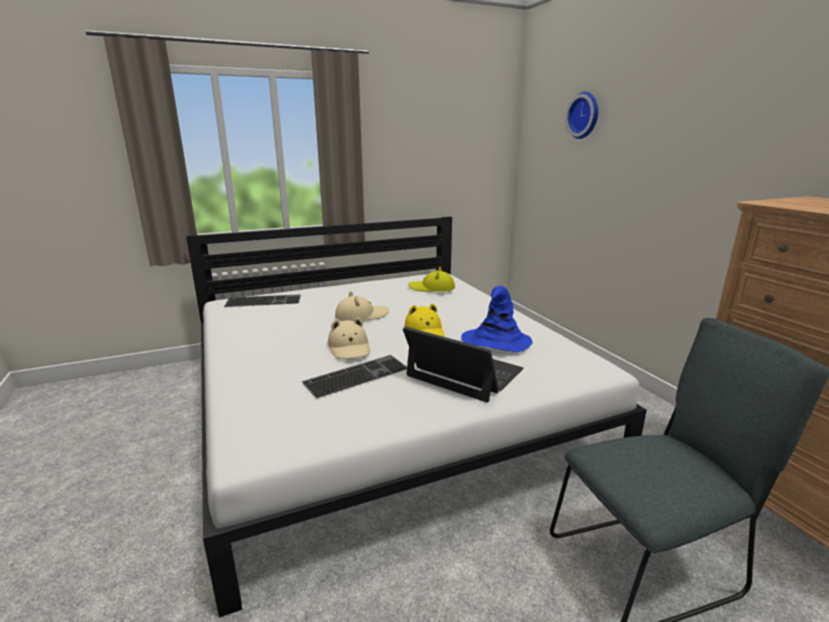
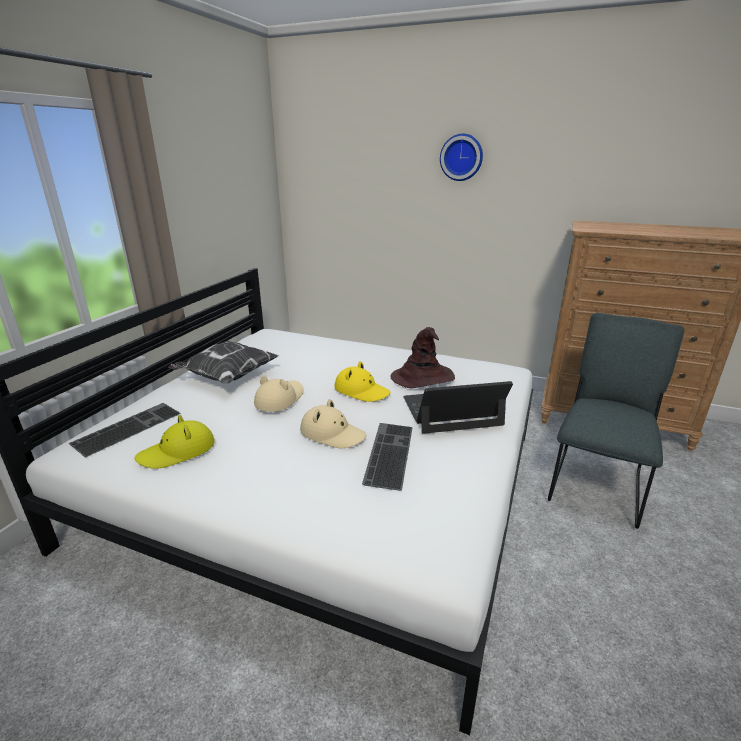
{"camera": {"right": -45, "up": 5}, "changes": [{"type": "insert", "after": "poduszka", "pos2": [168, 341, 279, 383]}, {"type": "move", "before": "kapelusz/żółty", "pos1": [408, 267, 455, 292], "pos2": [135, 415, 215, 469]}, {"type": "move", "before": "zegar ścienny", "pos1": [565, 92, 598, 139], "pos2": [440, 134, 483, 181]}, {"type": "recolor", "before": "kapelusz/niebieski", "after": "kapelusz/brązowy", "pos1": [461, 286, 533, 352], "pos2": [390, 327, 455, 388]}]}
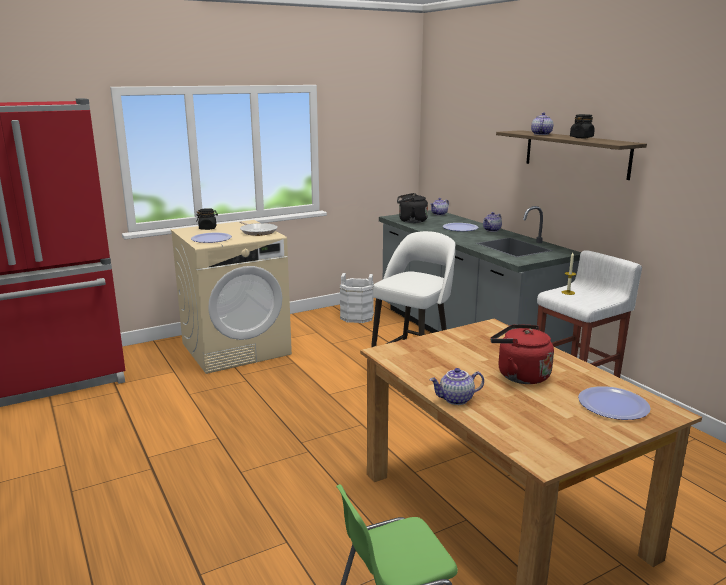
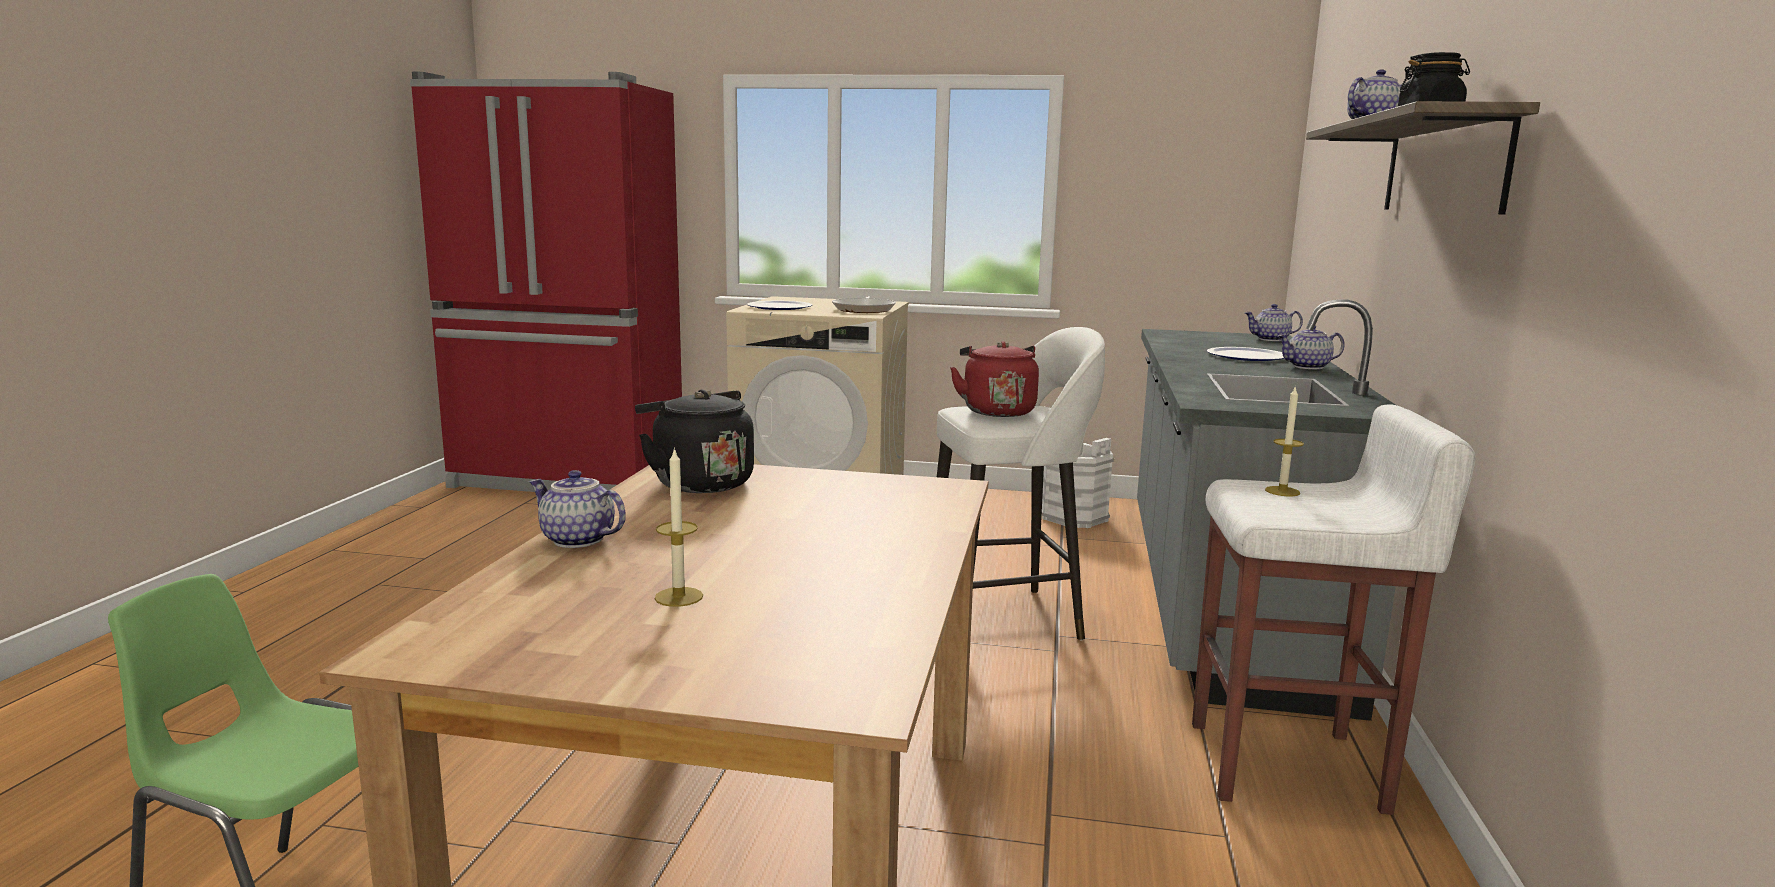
{"camera": {"right": 40, "up": -5}, "changes": [{"type": "delete", "before": "słoik/czarny", "pos1": [196, 208, 218, 230]}, {"type": "delete", "before": "talerz", "pos1": [578, 386, 651, 420]}, {"type": "insert", "after": "świeca", "pos2": [655, 447, 703, 607]}, {"type": "move", "before": "czajnik/czarny", "pos1": [397, 193, 428, 223], "pos2": [635, 389, 754, 493]}, {"type": "move", "before": "czajnik/czerwony", "pos1": [490, 324, 554, 384], "pos2": [950, 341, 1039, 417]}]}
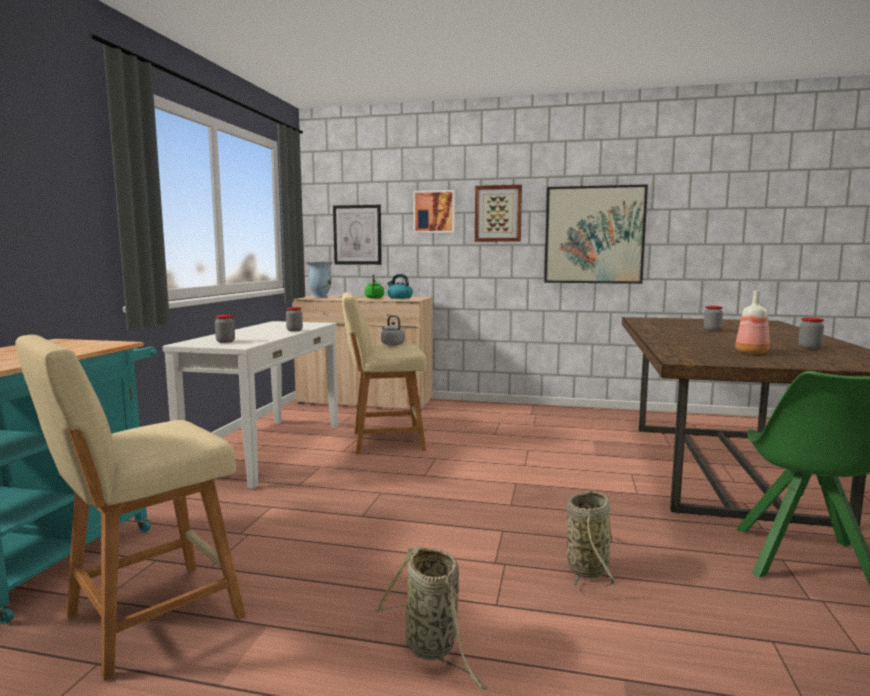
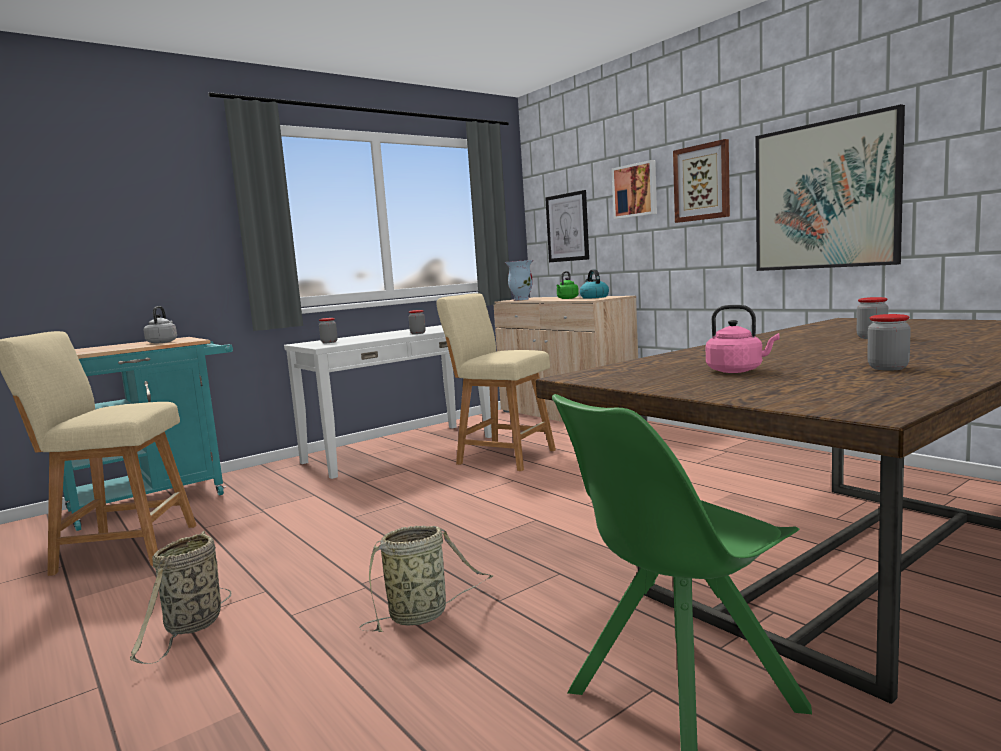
{"camera": {"right": 40, "up": 0}, "changes": [{"type": "move", "before": "czajnik/szary", "pos1": [381, 315, 405, 346], "pos2": [144, 306, 177, 344]}, {"type": "replace", "before": "butelka", "after": "czajnik/różowy", "pos1": [735, 290, 770, 354], "pos2": [706, 305, 780, 373]}]}
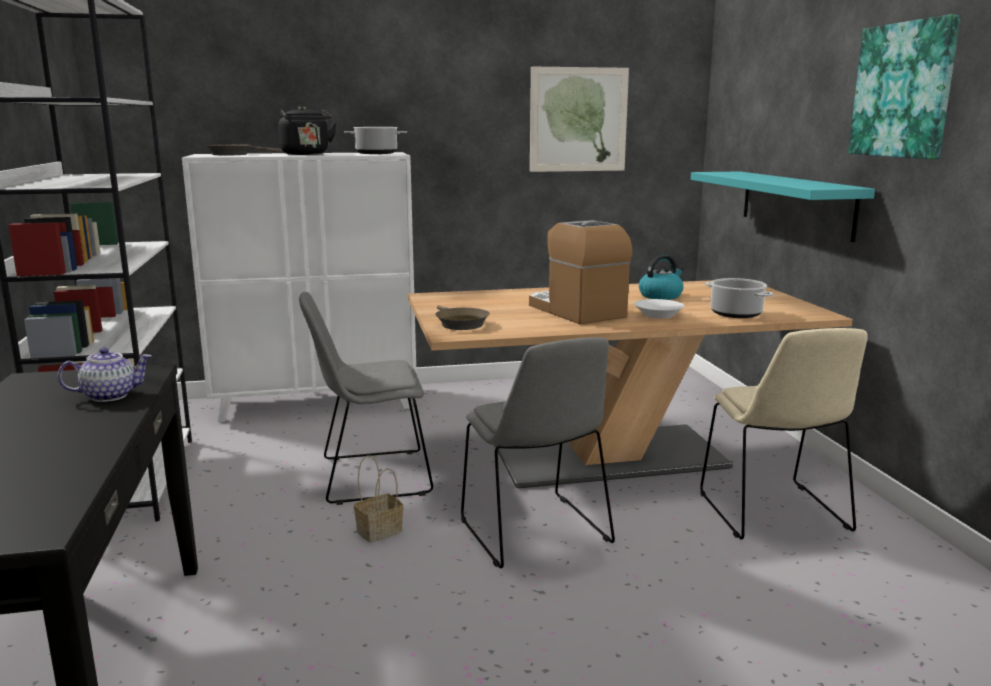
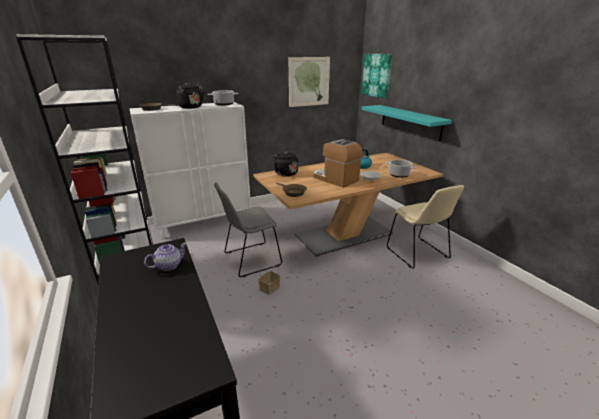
{"camera": {"right": -15, "up": 10}, "changes": [{"type": "delete", "before": "krzesło/szary", "pos1": [461, 337, 615, 569]}, {"type": "insert", "after": "czajnik/czarny", "pos2": [270, 151, 298, 176]}, {"type": "move", "before": "obraz", "pos1": [848, 14, 961, 159], "pos2": [361, 54, 392, 98]}]}
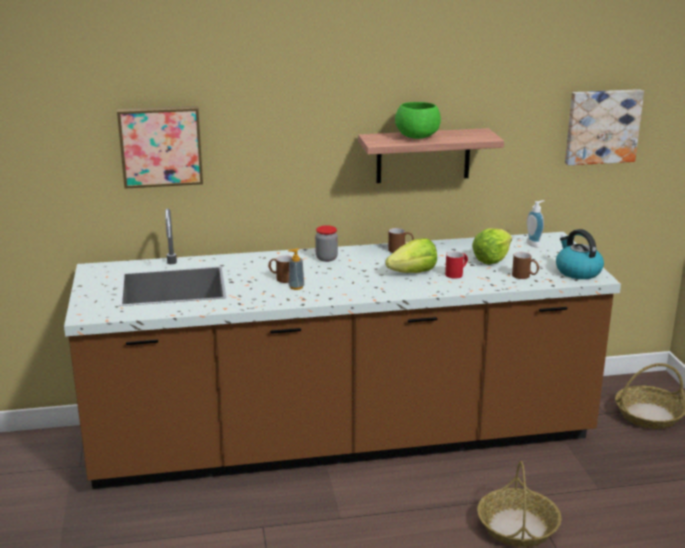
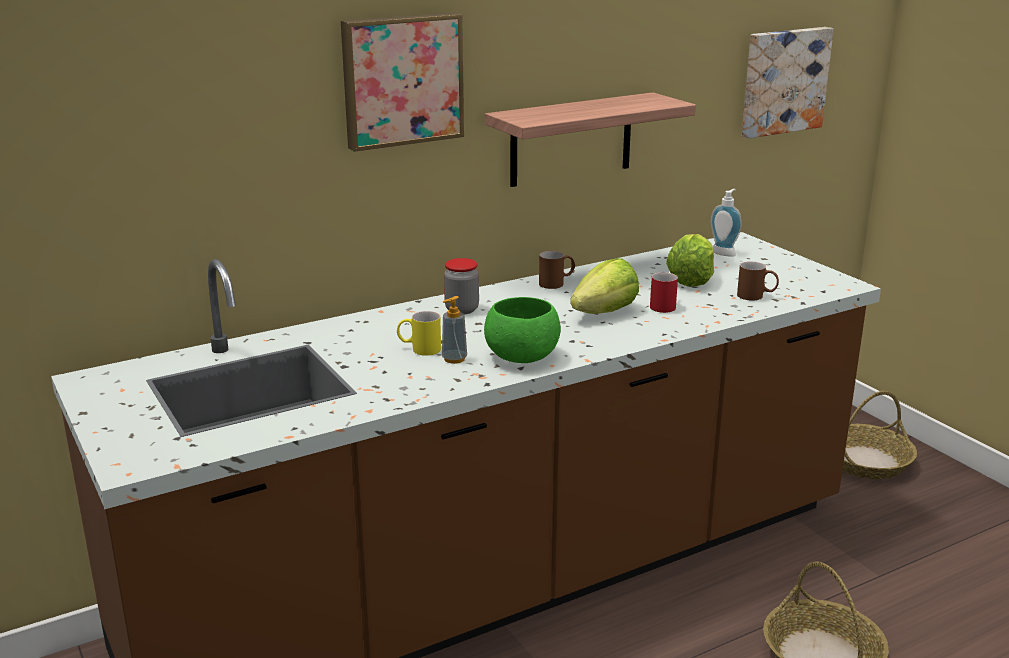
{"camera": {"right": -20, "up": 0}, "changes": [{"type": "delete", "before": "czajnik", "pos1": [556, 229, 604, 279]}, {"type": "move", "before": "obraz", "pos1": [117, 106, 203, 189], "pos2": [341, 12, 464, 152]}, {"type": "move", "before": "miska/zielony", "pos1": [395, 102, 441, 139], "pos2": [484, 297, 561, 363]}, {"type": "recolor", "before": "kubek/brązowy", "after": "kubek/żółty", "pos1": [268, 255, 292, 283], "pos2": [397, 311, 441, 356]}]}
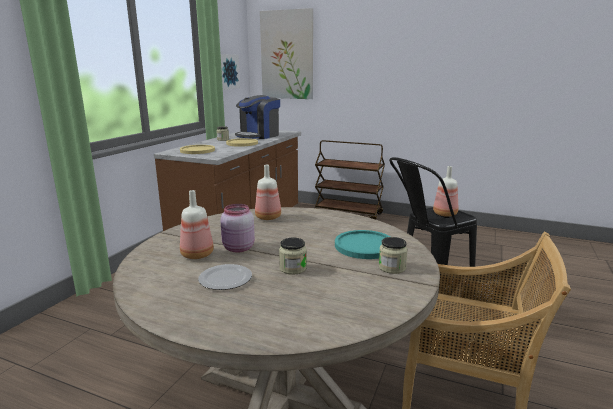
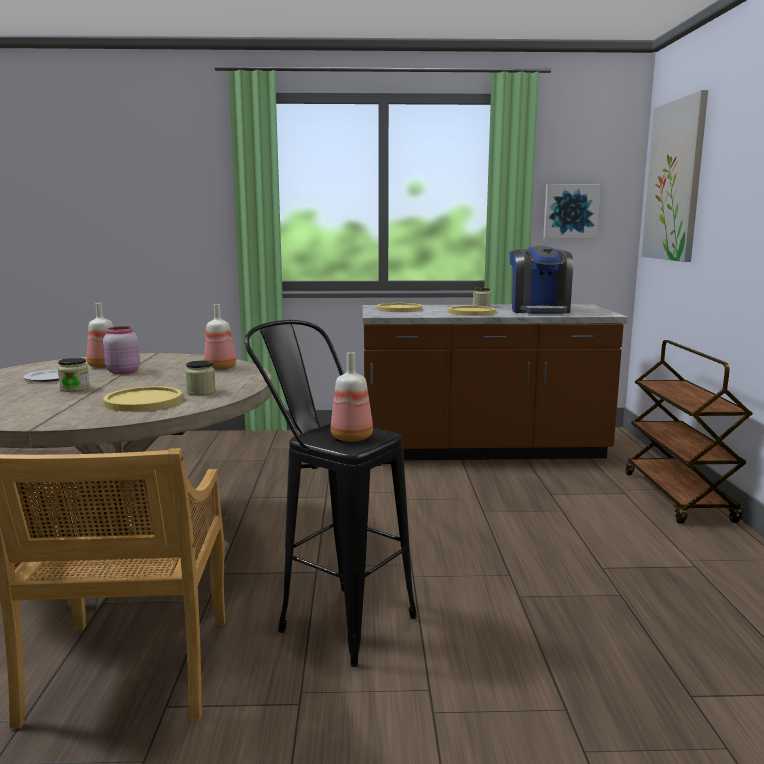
{"camera": {"right": 65, "up": -5}, "changes": [{"type": "move", "before": "słoik", "pos1": [379, 237, 408, 274], "pos2": [185, 360, 216, 395]}, {"type": "recolor", "before": "talerz/turkusowy", "after": "talerz/żółty", "pos1": [335, 230, 391, 259], "pos2": [103, 386, 182, 412]}, {"type": "rotate", "before": "ekspres do kawy", "pos1": [235, 95, 280, 139], "pos2": [510, 246, 573, 314], "turn": -105}]}
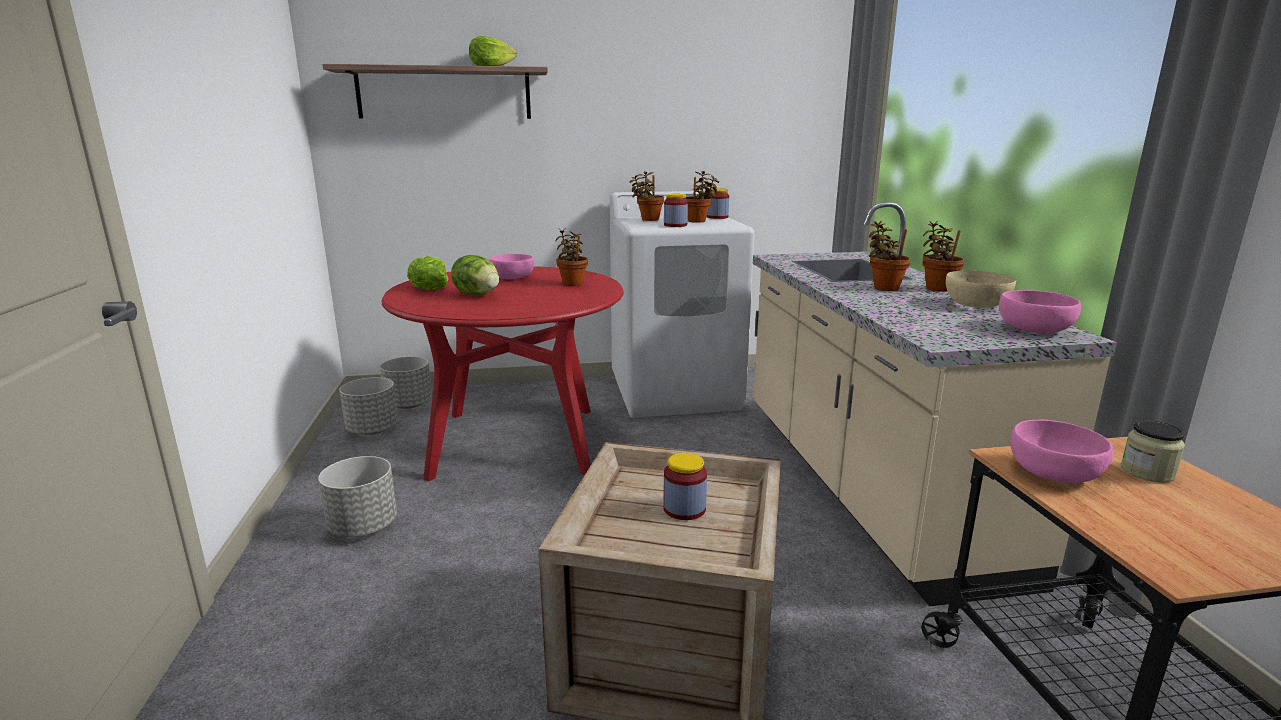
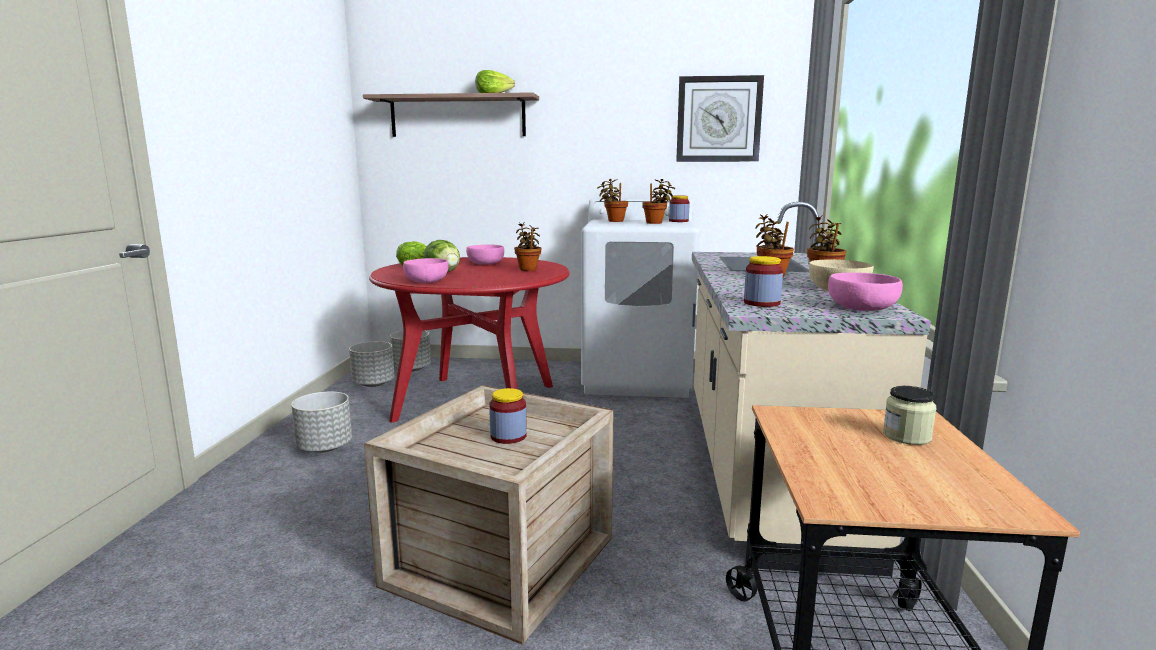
{"camera": {"right": 15, "up": -5}, "changes": [{"type": "insert", "after": "zegar ścienny", "pos2": [676, 75, 764, 162]}, {"type": "move", "before": "słoik", "pos1": [664, 194, 688, 227], "pos2": [744, 256, 783, 307]}, {"type": "move", "before": "miska/różowy", "pos1": [1010, 420, 1114, 483], "pos2": [403, 258, 449, 283]}]}
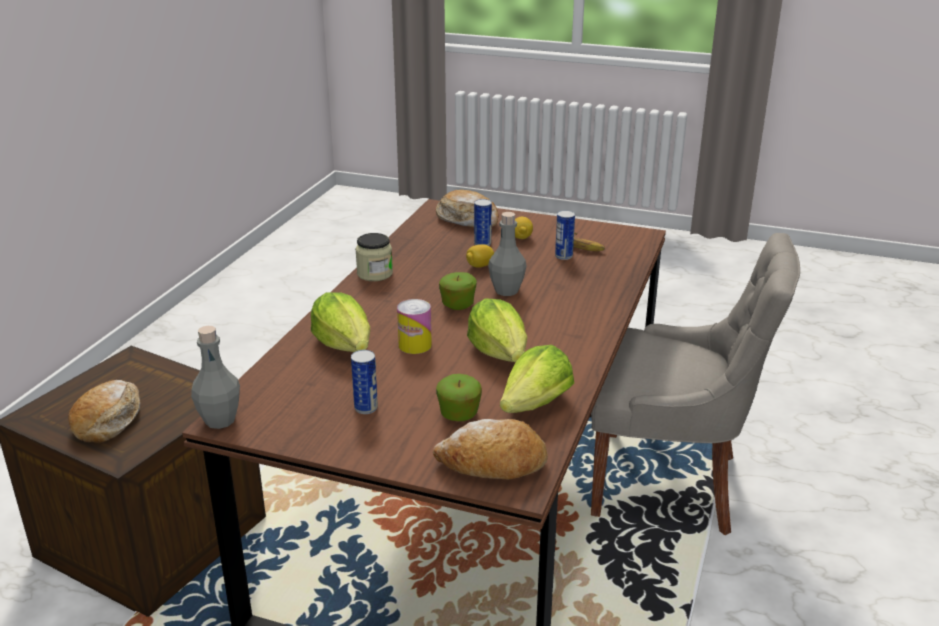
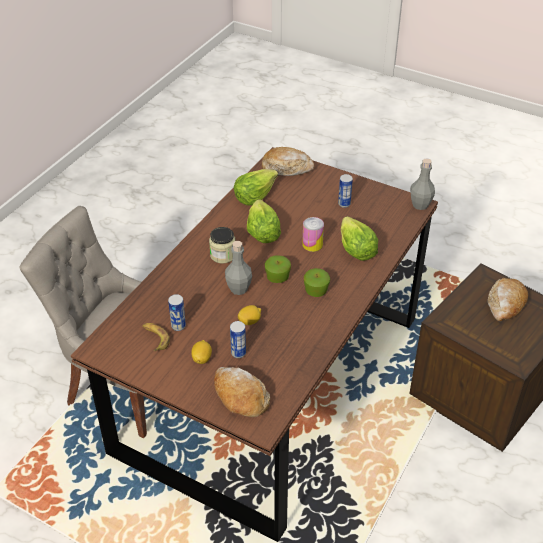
{"camera": {"right": -170, "up": 15}, "changes": [{"type": "move", "before": "słoik", "pos1": [355, 233, 393, 281], "pos2": [209, 227, 235, 264]}, {"type": "move", "before": "jabłko", "pos1": [436, 374, 482, 421], "pos2": [304, 268, 330, 297]}]}
